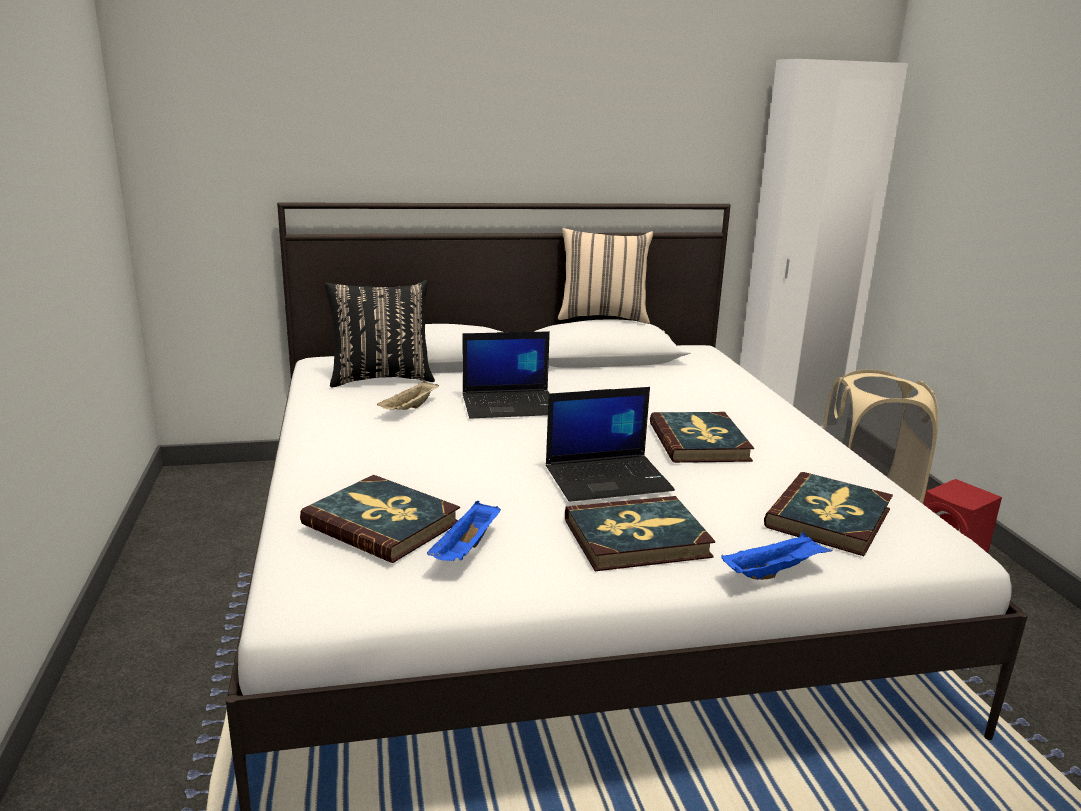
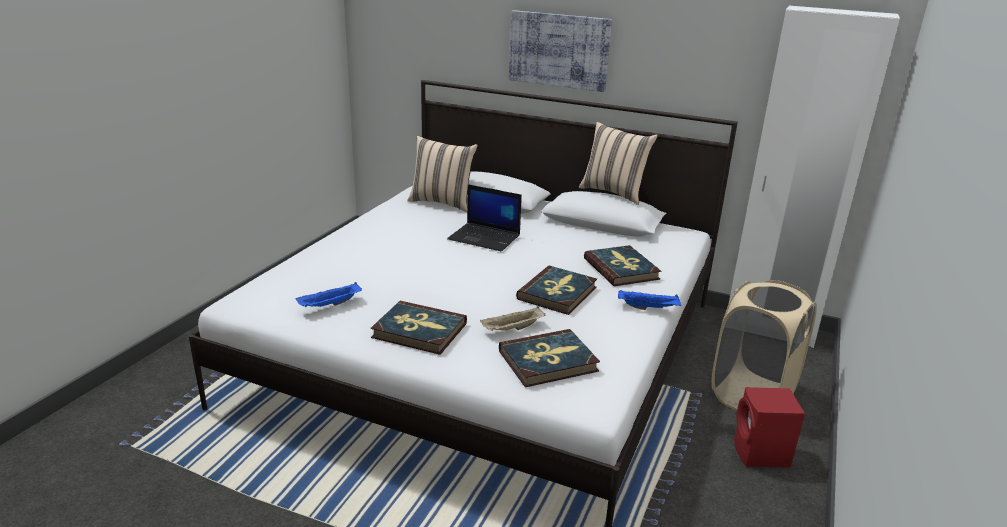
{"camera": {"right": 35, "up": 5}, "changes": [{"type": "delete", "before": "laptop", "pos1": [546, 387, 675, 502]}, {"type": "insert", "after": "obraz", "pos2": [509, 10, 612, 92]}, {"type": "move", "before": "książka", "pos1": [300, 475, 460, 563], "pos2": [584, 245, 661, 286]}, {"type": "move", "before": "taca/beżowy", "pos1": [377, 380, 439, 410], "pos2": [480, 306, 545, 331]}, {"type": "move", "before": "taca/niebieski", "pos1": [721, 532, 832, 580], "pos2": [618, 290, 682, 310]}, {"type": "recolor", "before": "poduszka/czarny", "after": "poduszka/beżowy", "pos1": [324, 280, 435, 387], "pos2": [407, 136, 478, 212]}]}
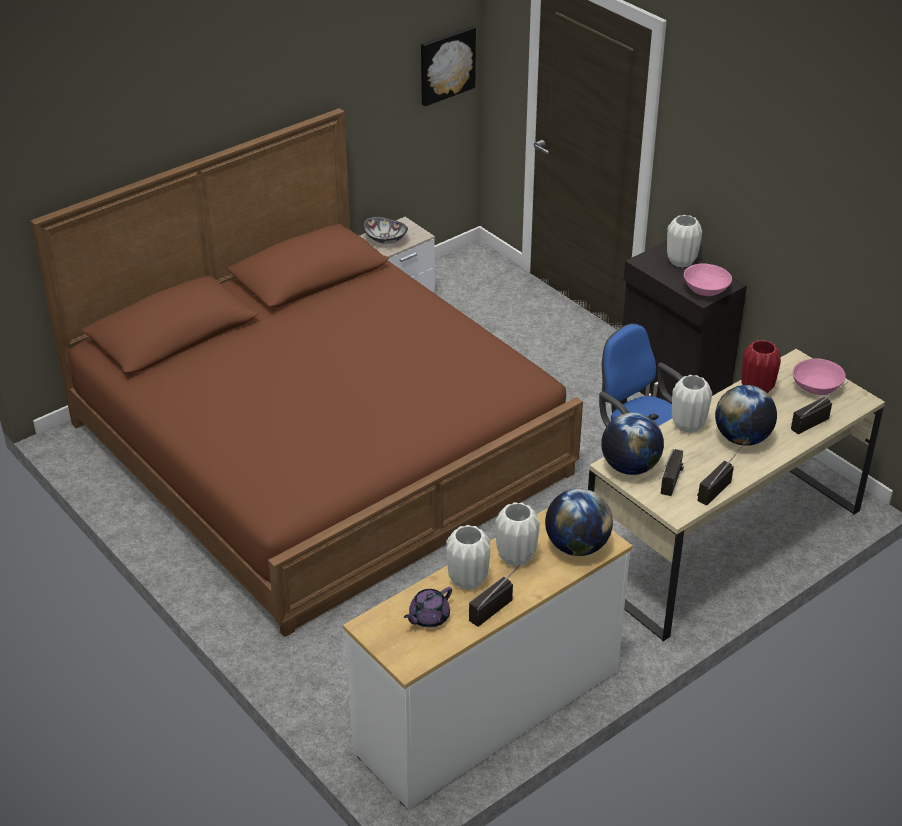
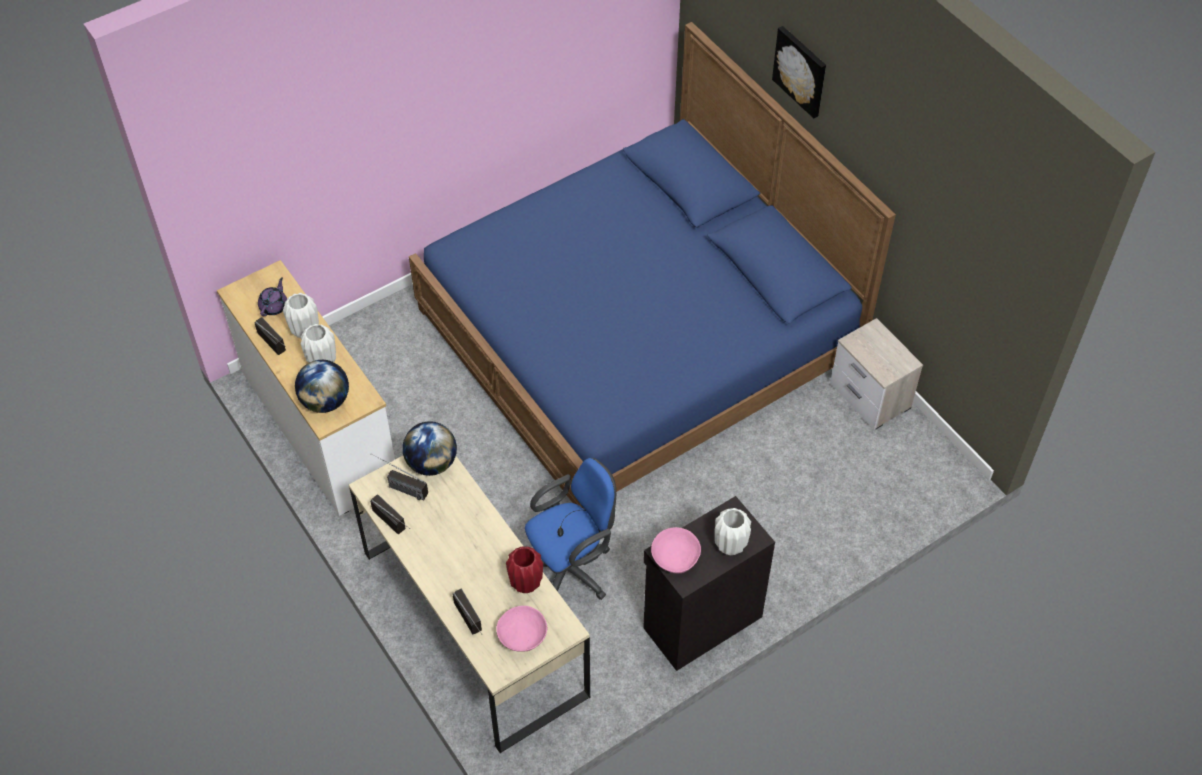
{"camera": {"right": 95, "up": 15}, "changes": [{"type": "delete", "before": "miska", "pos1": [363, 217, 408, 244]}, {"type": "delete", "before": "wazon/biały", "pos1": [672, 375, 712, 433]}, {"type": "delete", "before": "globus", "pos1": [715, 385, 777, 446]}, {"type": "move", "before": "obraz", "pos1": [421, 26, 476, 107], "pos2": [772, 26, 826, 118]}, {"type": "recolor", "before": "łóżko/brązowy", "after": "łóżko/niebieski", "pos1": [30, 108, 583, 637], "pos2": [409, 22, 896, 512]}, {"type": "rotate", "before": "imbryk/fioletowy", "pos1": [404, 587, 452, 628], "pos2": [258, 277, 287, 316], "turn": 60}]}
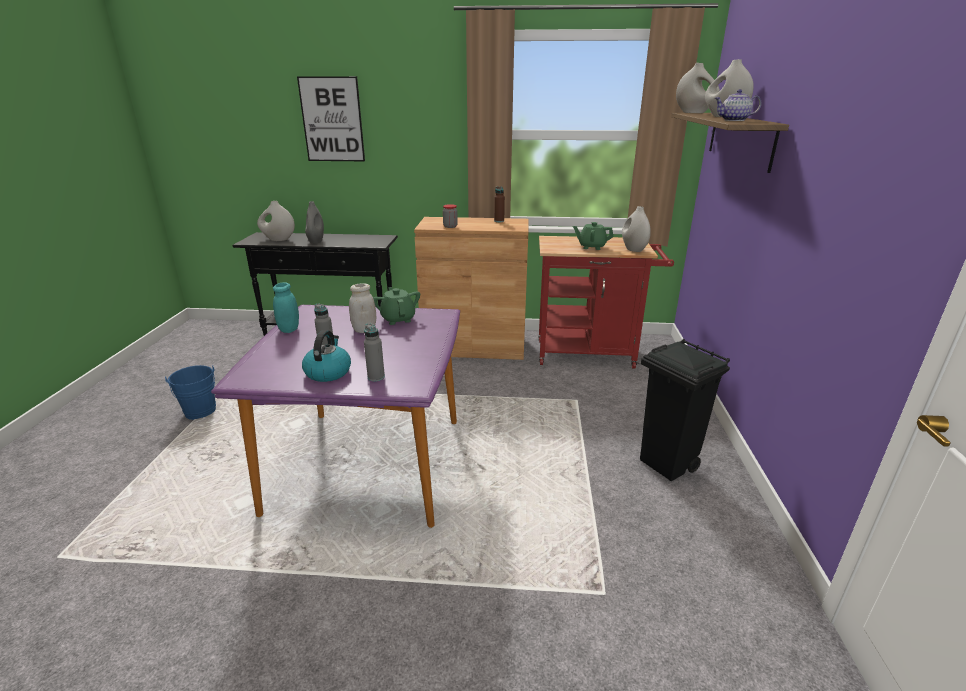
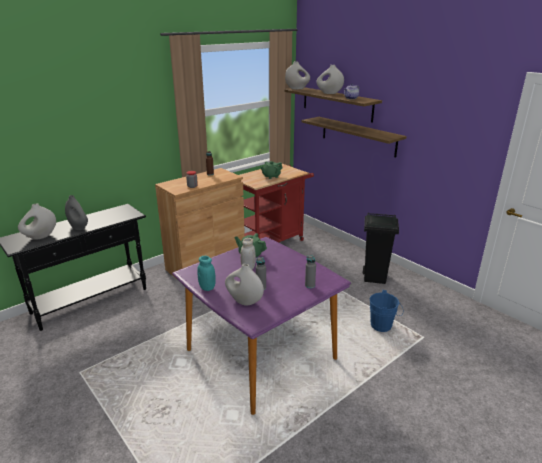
{"camera": {"right": -45, "up": 0}, "changes": [{"type": "delete", "before": "obraz", "pos1": [297, 76, 365, 161]}, {"type": "delete", "before": "czajnik", "pos1": [302, 330, 351, 382]}, {"type": "insert", "after": "półka", "pos2": [302, 117, 407, 158]}, {"type": "move", "before": "wiadro/niebieski", "pos1": [165, 365, 216, 420], "pos2": [370, 290, 403, 332]}, {"type": "move", "before": "wazon/biały", "pos1": [622, 206, 651, 252], "pos2": [225, 264, 264, 305]}]}
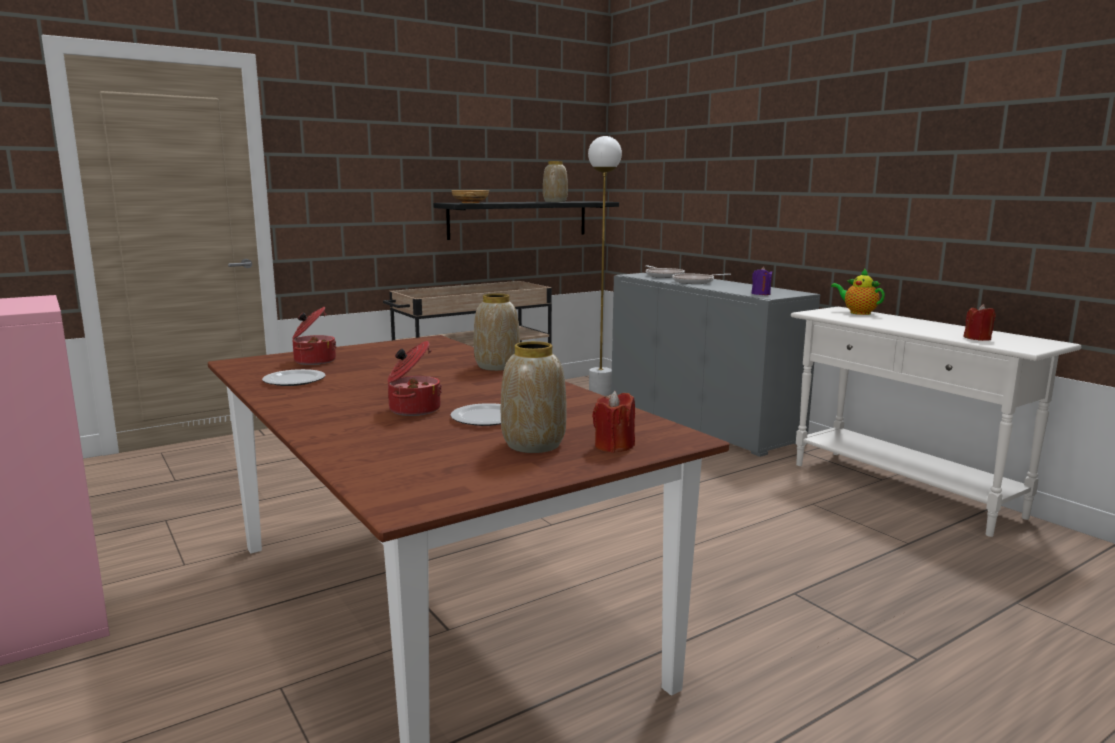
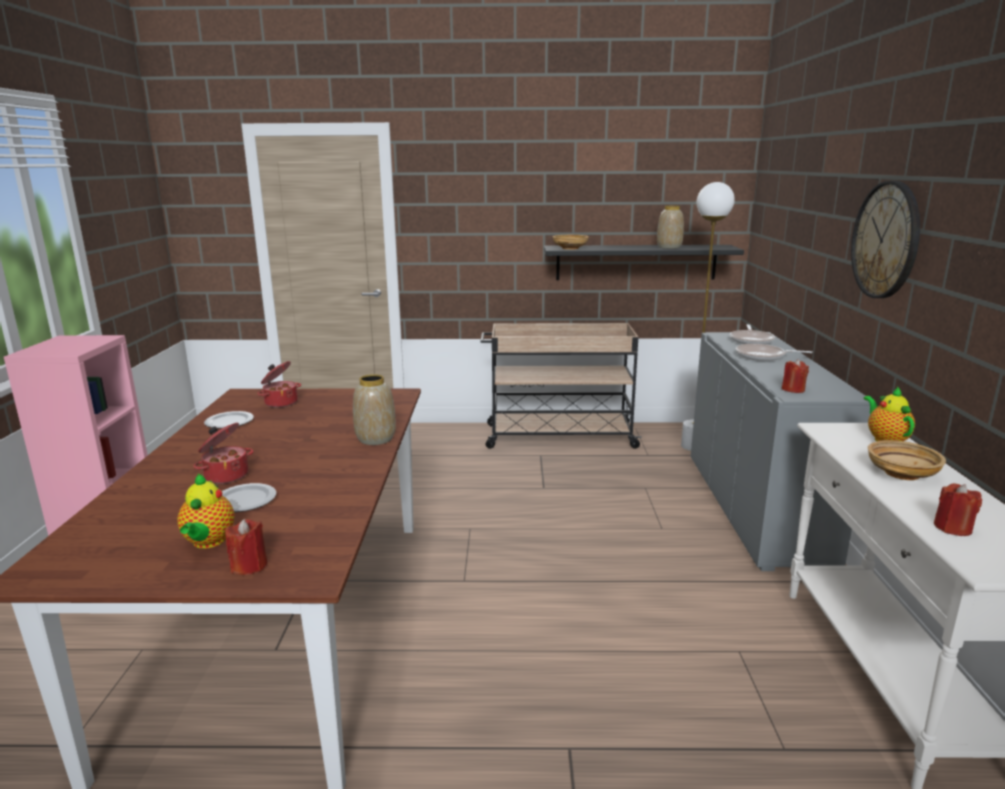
{"camera": {"right": 35, "up": 5}, "changes": [{"type": "insert", "after": "zegar ścienny", "pos2": [851, 181, 920, 298]}, {"type": "insert", "after": "miska/beżowy", "pos2": [868, 440, 946, 480]}, {"type": "replace", "before": "wazon", "after": "imbryk", "pos1": [501, 341, 567, 453], "pos2": [177, 474, 235, 549]}, {"type": "recolor", "before": "świeca/fioletowy", "after": "świeca/czerwony", "pos1": [752, 267, 772, 295], "pos2": [782, 359, 809, 393]}]}
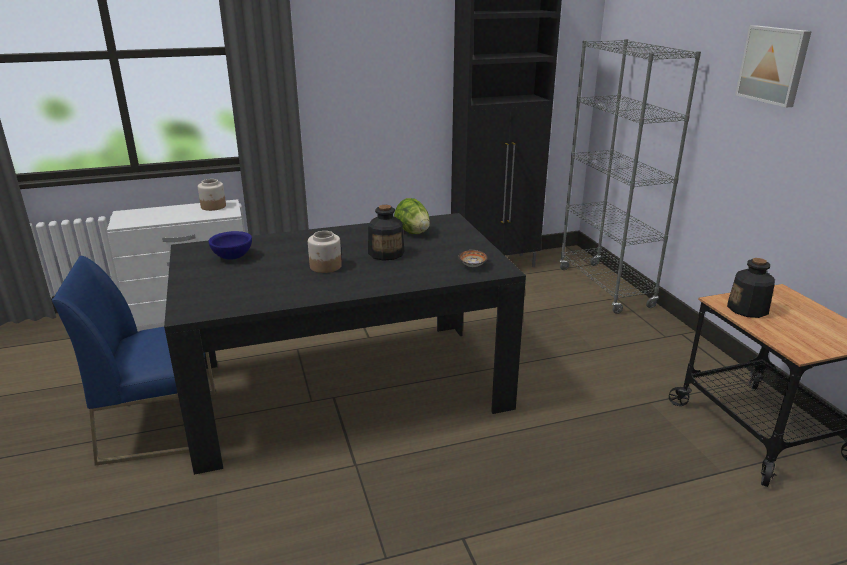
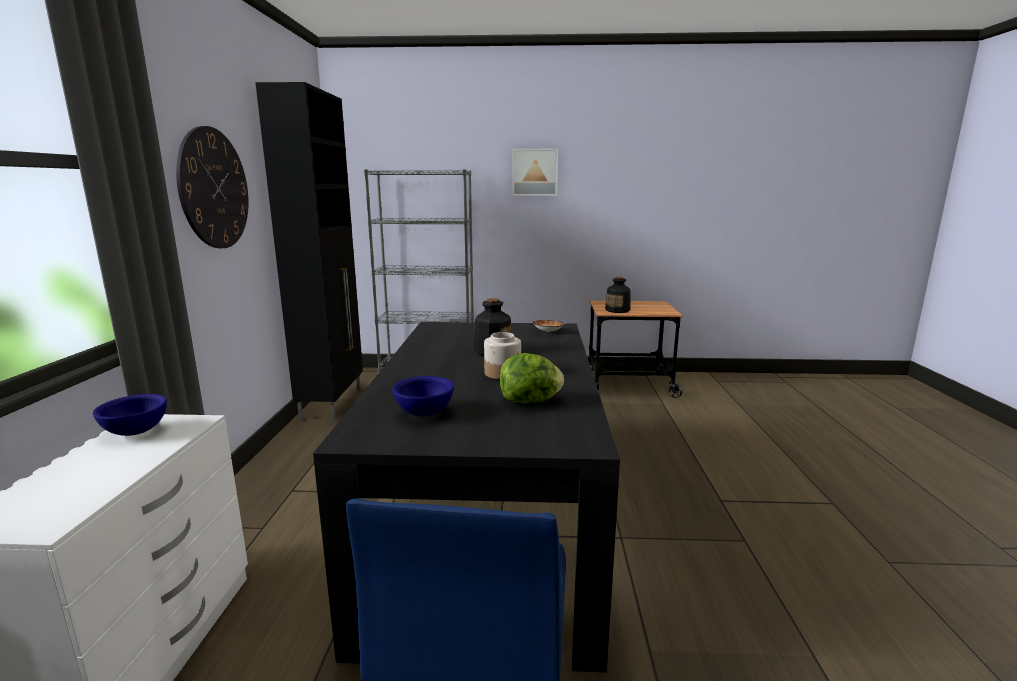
{"camera": {"right": -70, "up": -10}, "changes": [{"type": "insert", "after": "zegar ścienny", "pos2": [176, 126, 249, 248]}, {"type": "move", "before": "sałata", "pos1": [394, 198, 430, 234], "pos2": [500, 353, 564, 403]}, {"type": "replace", "before": "słoik", "after": "miska/niebieski", "pos1": [198, 179, 226, 211], "pos2": [93, 394, 167, 436]}]}
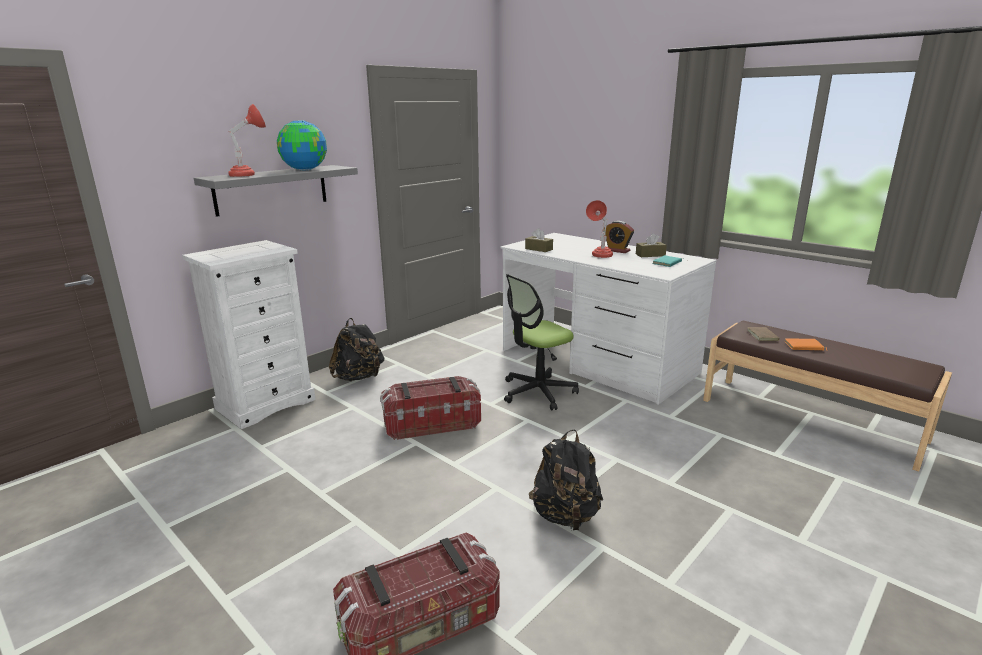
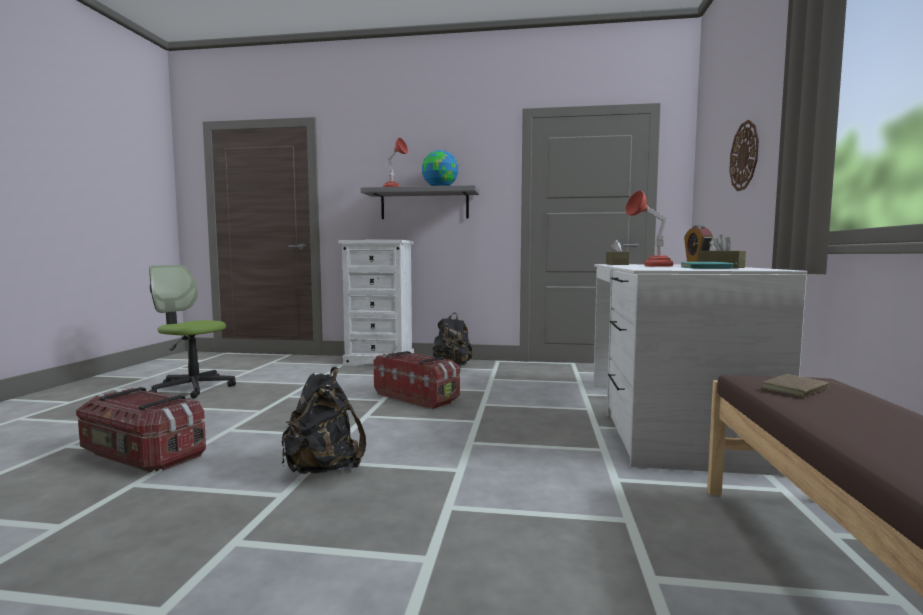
{"camera": {"right": 55, "up": -15}, "changes": [{"type": "delete", "before": "książka/pomarańczowy", "pos1": [785, 338, 827, 350]}, {"type": "insert", "after": "zegar ścienny", "pos2": [729, 120, 759, 191]}, {"type": "move", "before": "krzesło biurowe", "pos1": [504, 274, 579, 411], "pos2": [149, 265, 236, 398]}]}
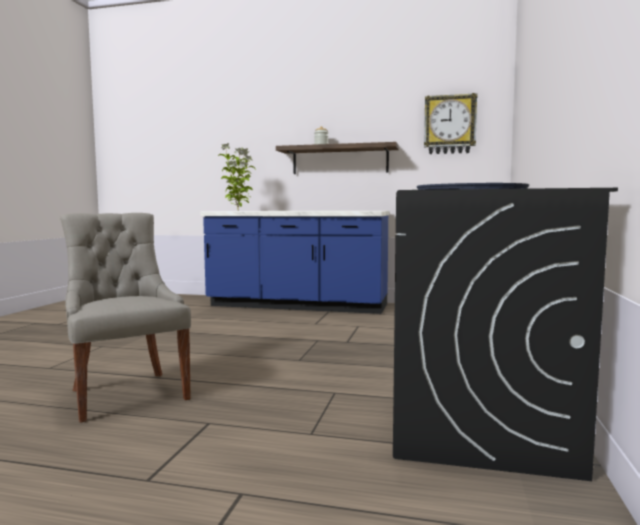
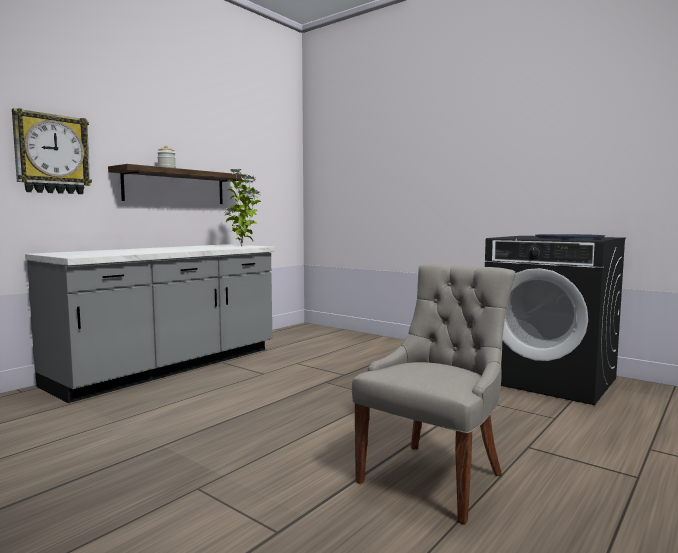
{"camera": {"right": -65, "up": 0}, "changes": [{"type": "move", "before": "roślina doniczkowa", "pos1": [218, 143, 256, 209], "pos2": [224, 168, 261, 247]}, {"type": "move", "before": "zegar ścienny", "pos1": [424, 93, 477, 154], "pos2": [12, 108, 92, 194]}, {"type": "recolor", "before": "zabudowa kuchenna/niebieski", "after": "zabudowa kuchenna/szary", "pos1": [200, 211, 389, 314], "pos2": [25, 244, 275, 403]}, {"type": "rotate", "before": "krzesło/szary", "pos1": [60, 213, 191, 423], "pos2": [352, 264, 516, 525], "turn": 135}]}
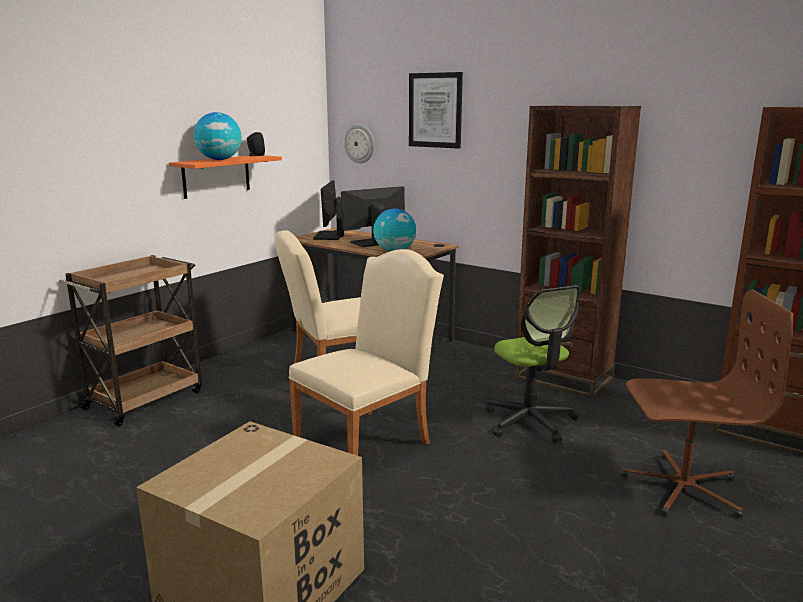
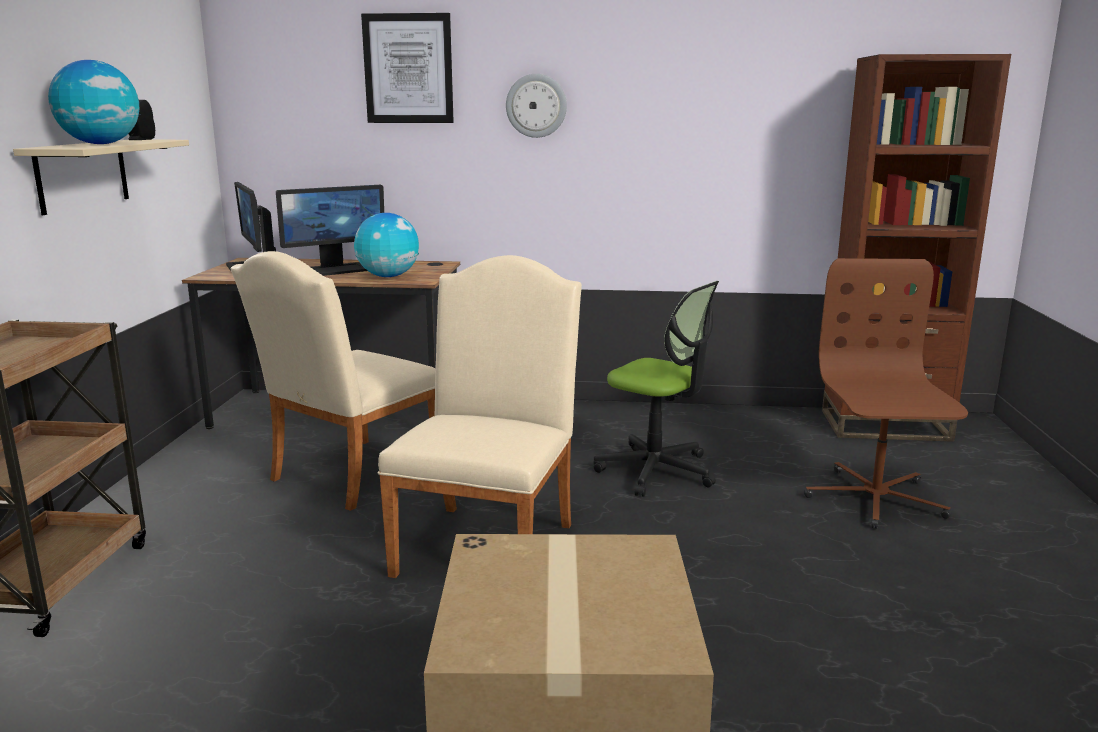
{"camera": {"right": -30, "up": 0}, "changes": [{"type": "delete", "before": "regał/brązowy", "pos1": [514, 106, 641, 398]}, {"type": "move", "before": "zegar ścienny", "pos1": [344, 124, 374, 163], "pos2": [506, 74, 567, 138]}, {"type": "recolor", "before": "półka/pomarańczowy", "after": "półka/beżowy", "pos1": [169, 155, 282, 199], "pos2": [13, 140, 189, 215]}, {"type": "rotate", "before": "monitor", "pos1": [341, 186, 405, 247], "pos2": [276, 185, 384, 276], "turn": -150}, {"type": "rotate", "before": "krzesło biurowe/brązowy", "pos1": [620, 290, 793, 518], "pos2": [804, 258, 968, 529], "turn": -60}]}
